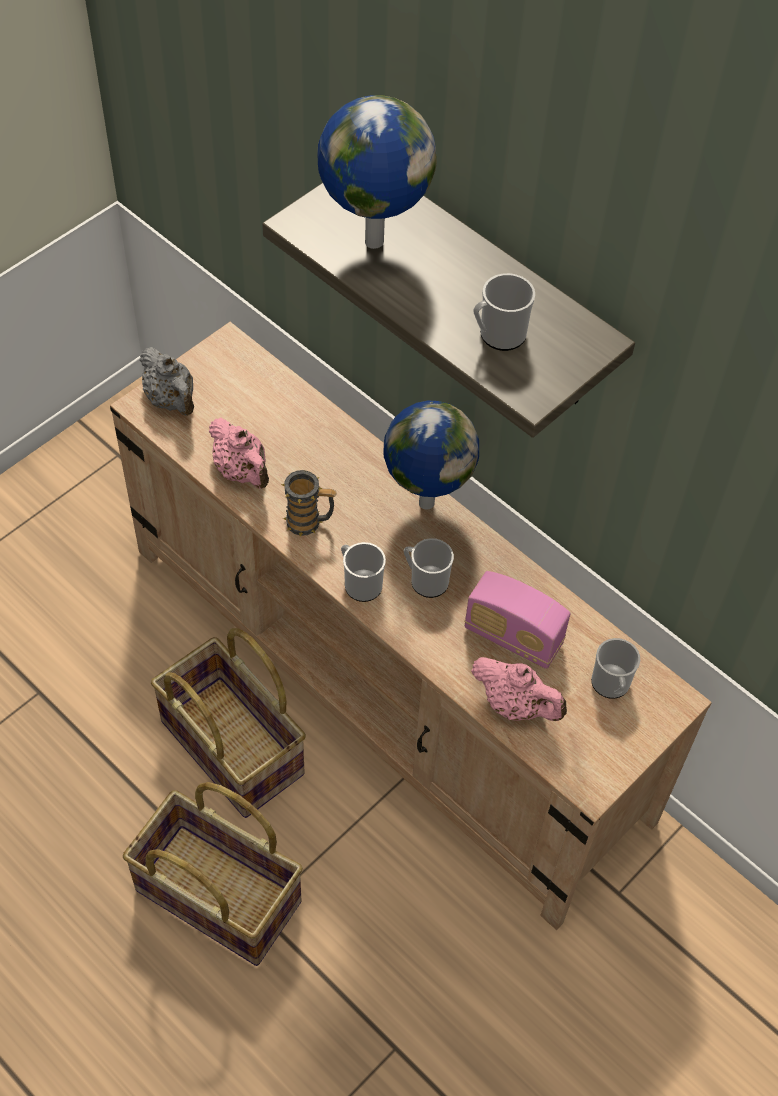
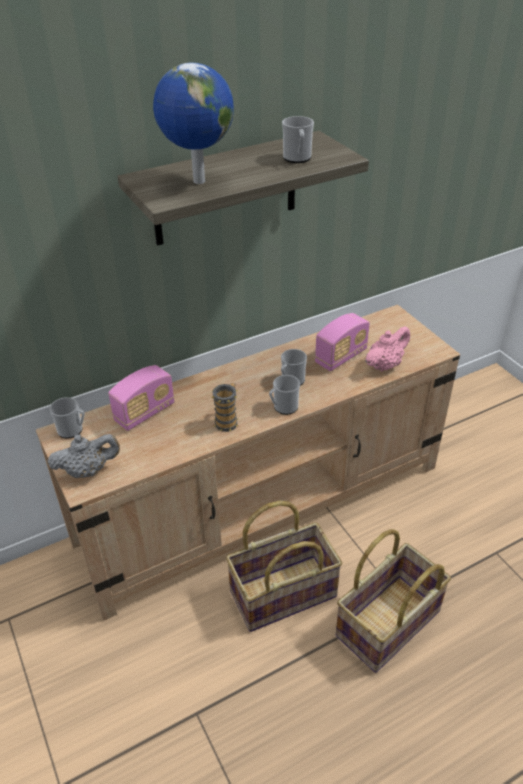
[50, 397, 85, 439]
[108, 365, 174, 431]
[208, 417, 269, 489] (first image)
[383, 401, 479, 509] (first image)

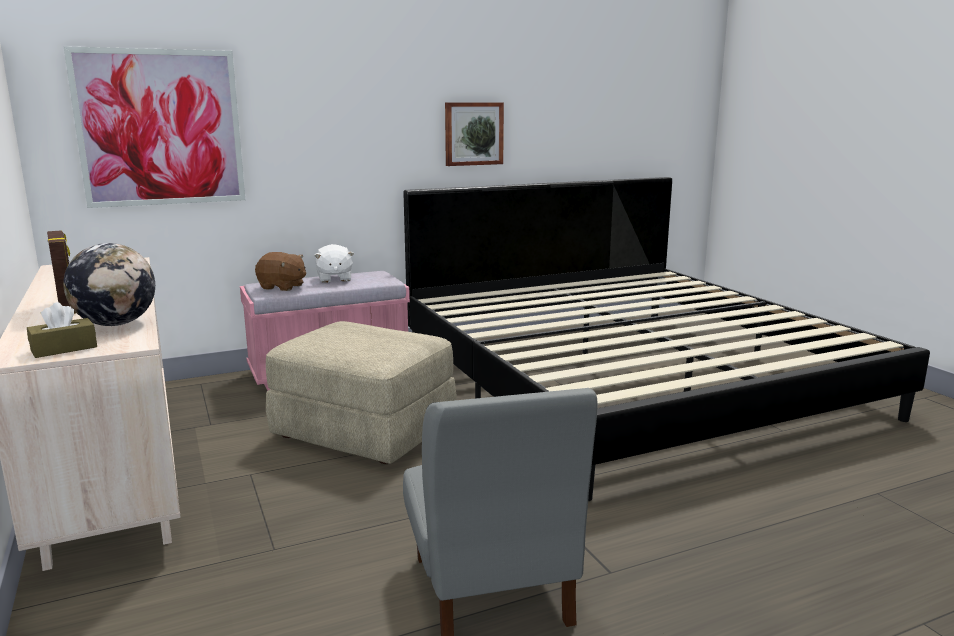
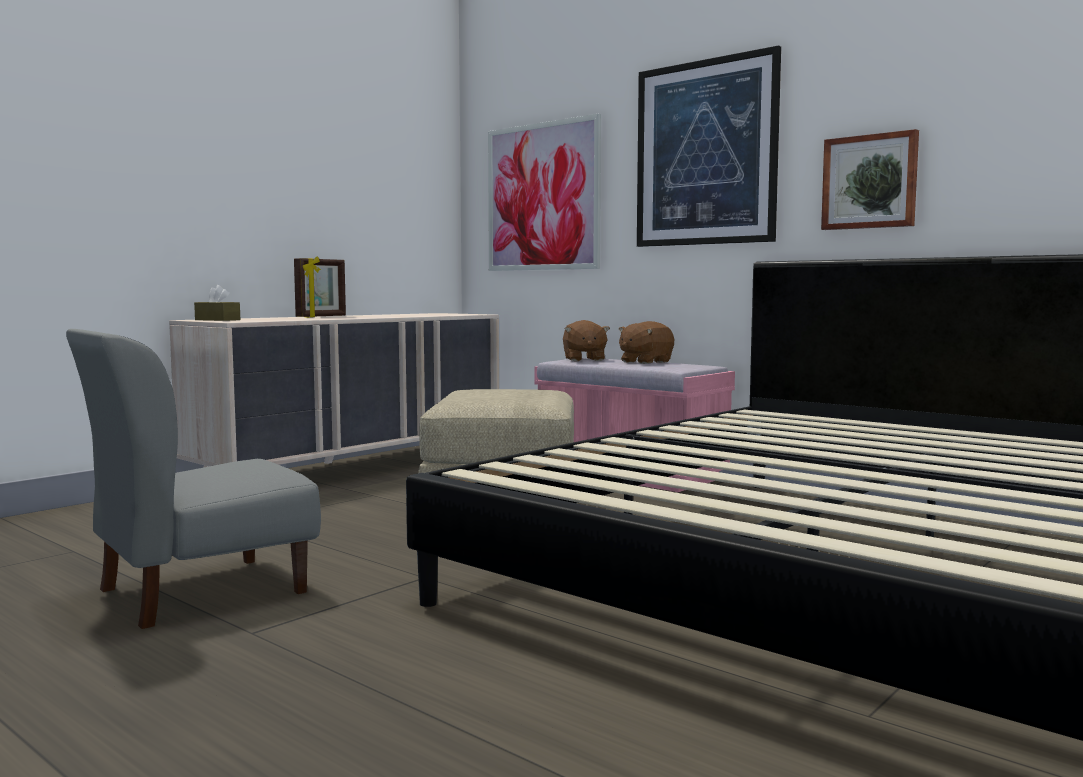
[619, 321, 674, 364]
[637, 45, 781, 247]
[63, 243, 155, 326] (first image)

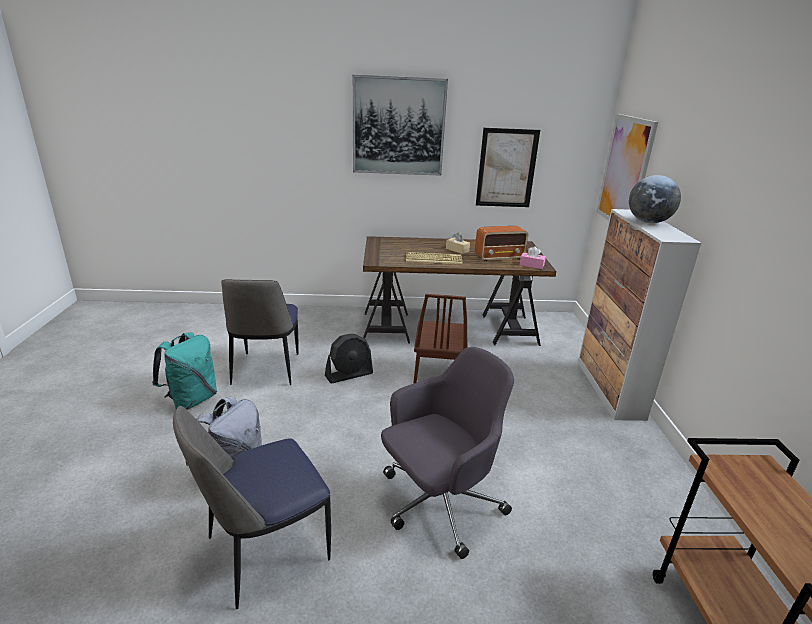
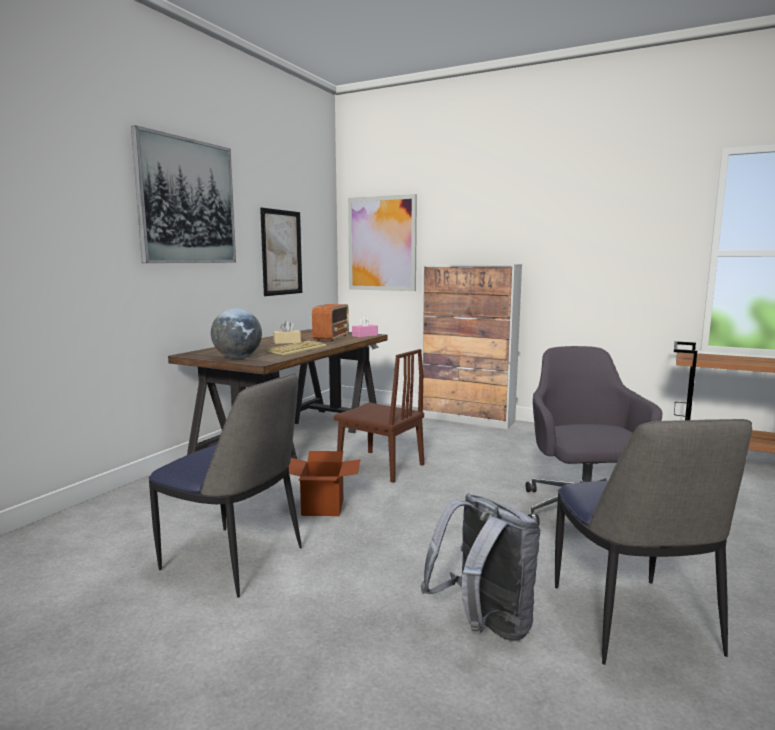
[211, 308, 262, 358]
[289, 451, 361, 516]
[152, 332, 217, 410] (first image)

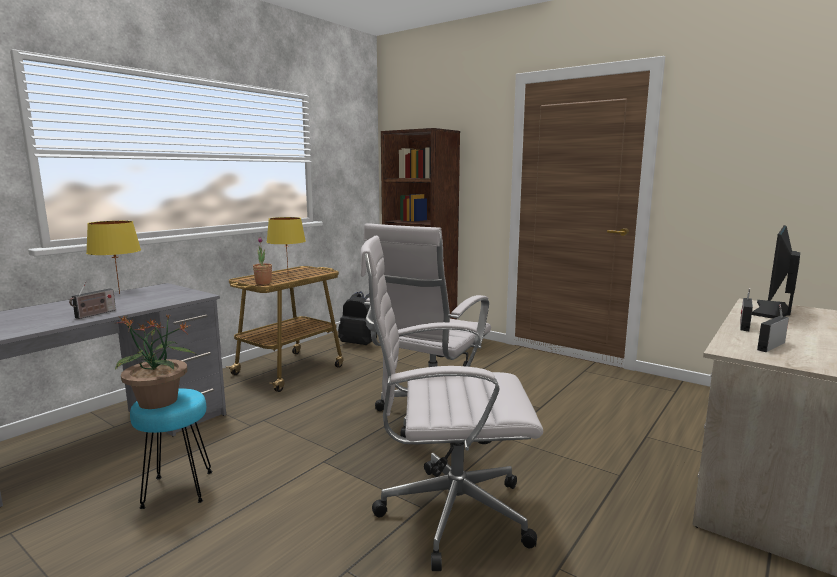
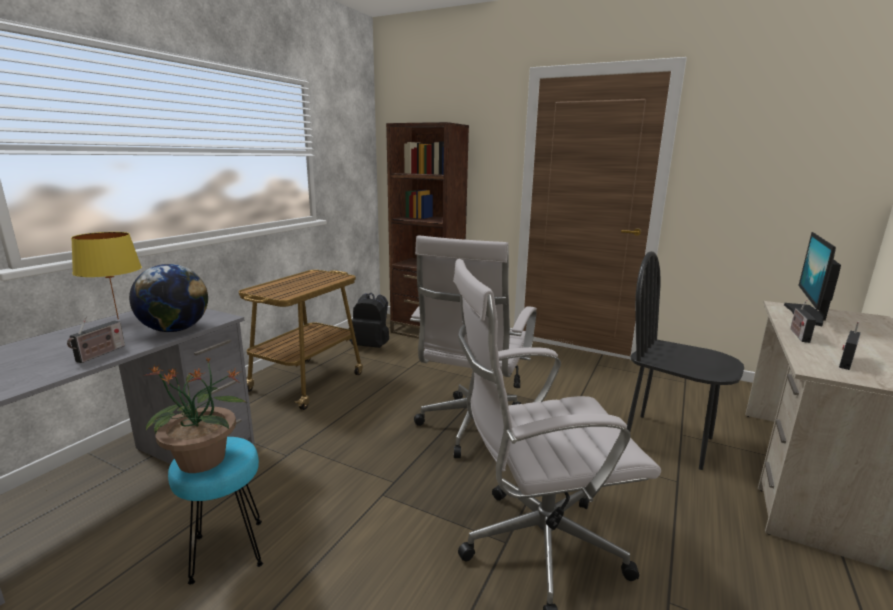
[129, 264, 208, 332]
[627, 251, 744, 470]
[253, 237, 272, 285] (first image)
[266, 217, 306, 269] (first image)

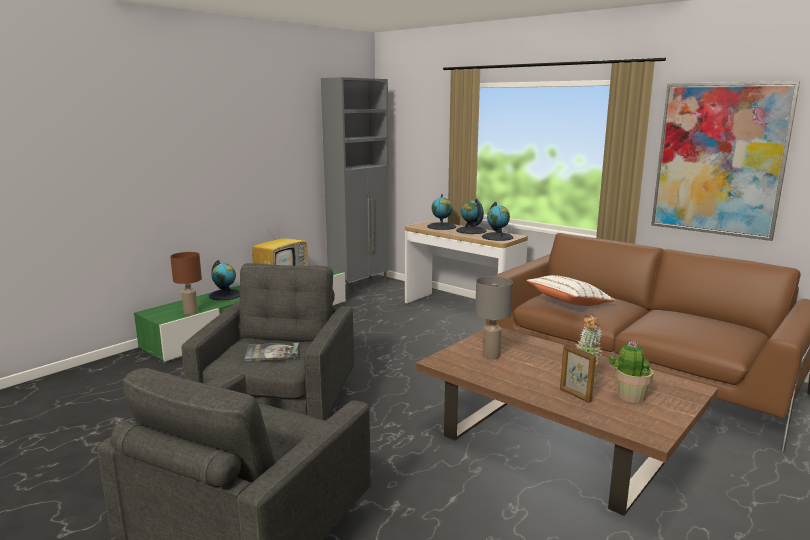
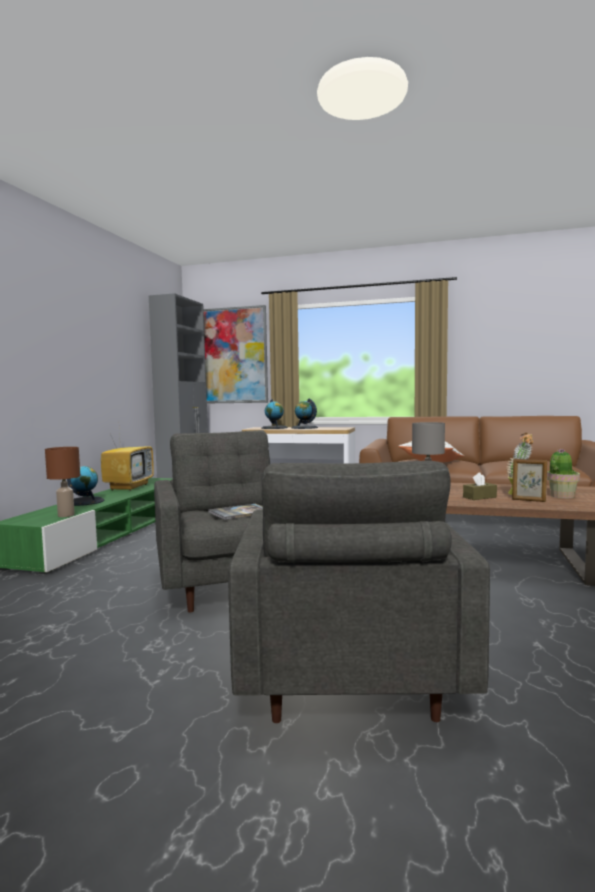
[204, 305, 268, 403]
[463, 472, 497, 500]
[482, 202, 513, 241] (first image)

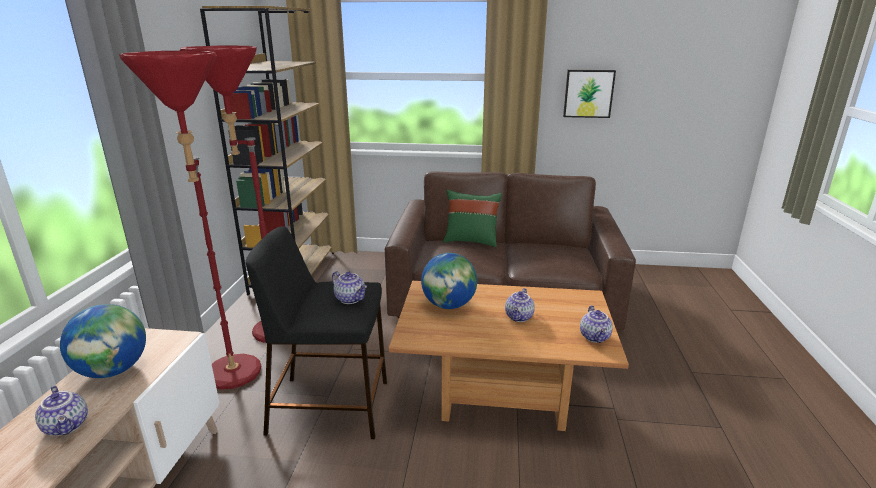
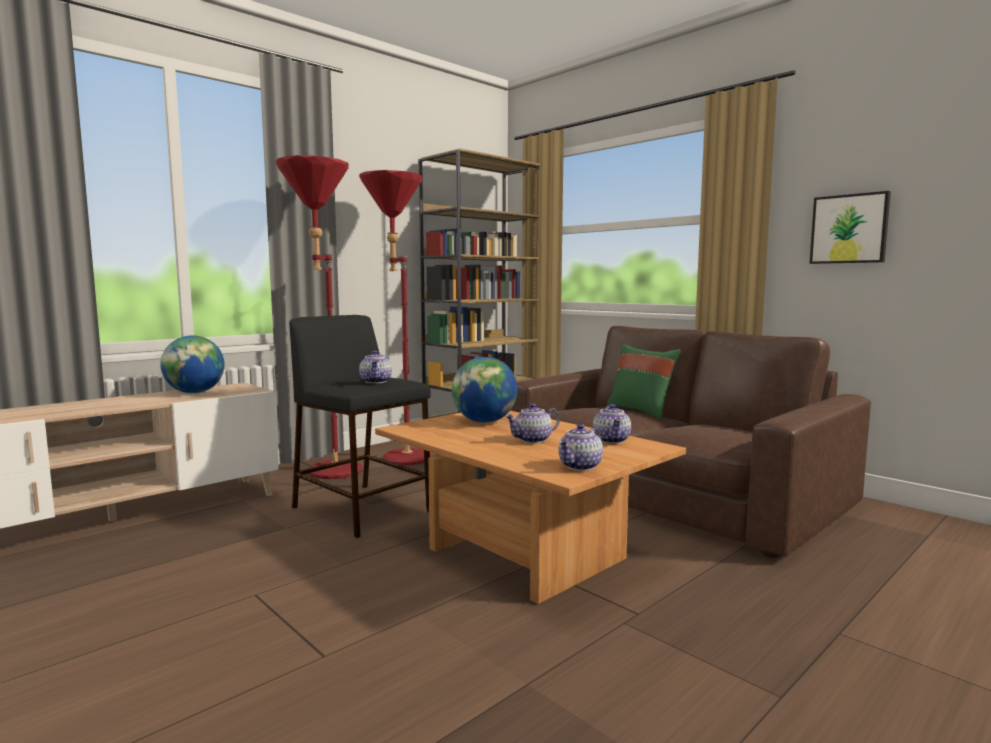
[593, 404, 631, 444]

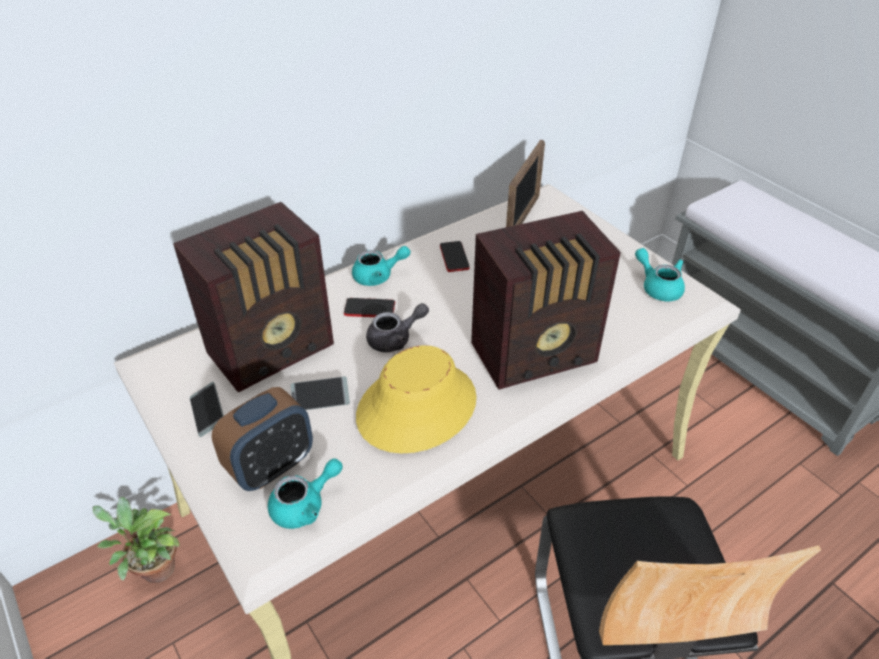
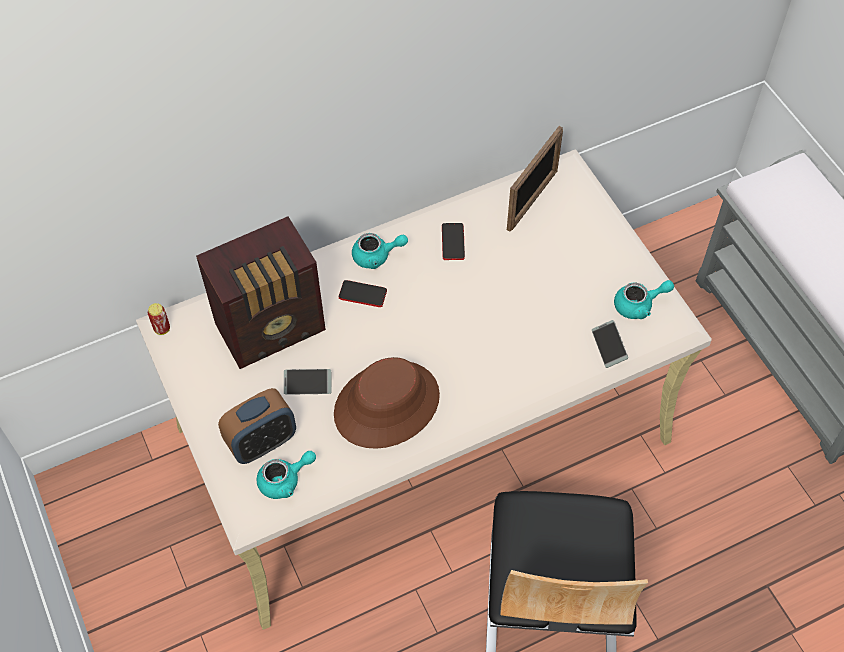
[148, 303, 170, 335]
[334, 357, 440, 449]
[592, 320, 628, 368]
[614, 280, 674, 319]
[93, 497, 179, 583] (first image)
[366, 303, 429, 352] (first image)
[471, 211, 621, 390] (first image)

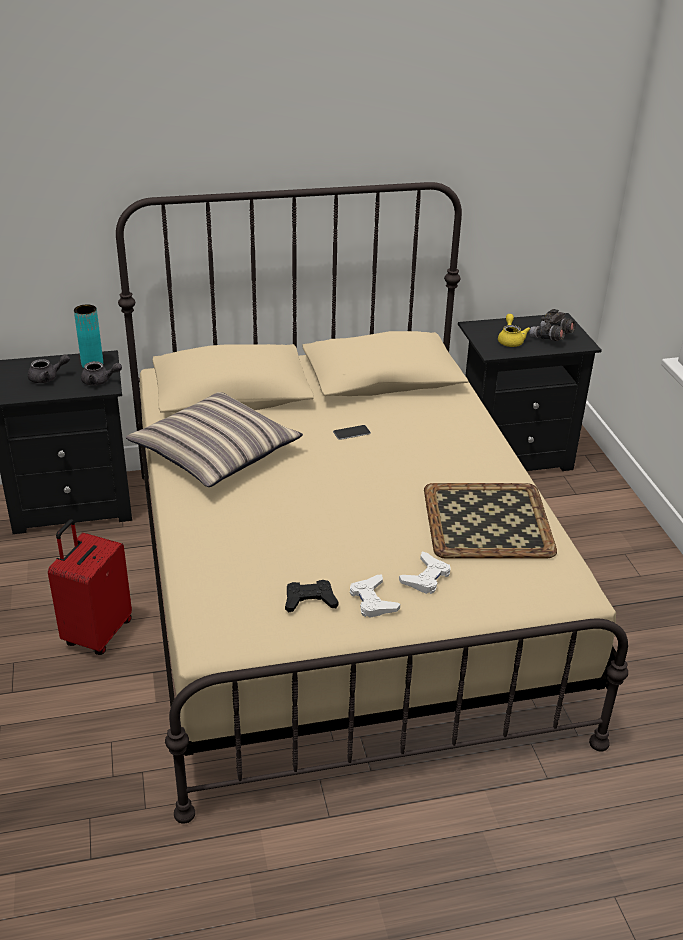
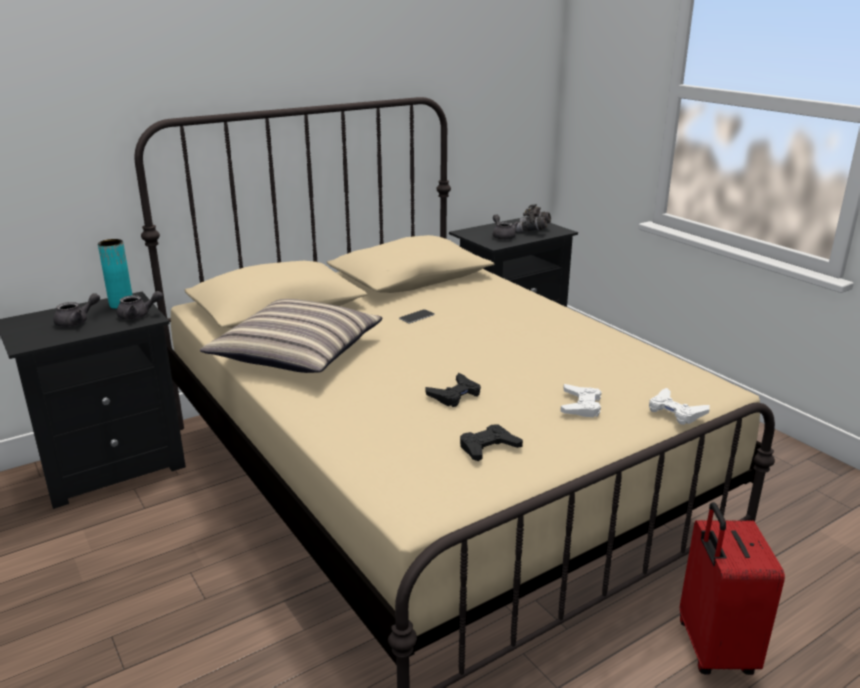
[426, 373, 481, 407]
[492, 214, 518, 240]
[649, 388, 710, 425]
[680, 502, 785, 675]
[424, 483, 557, 559] (first image)

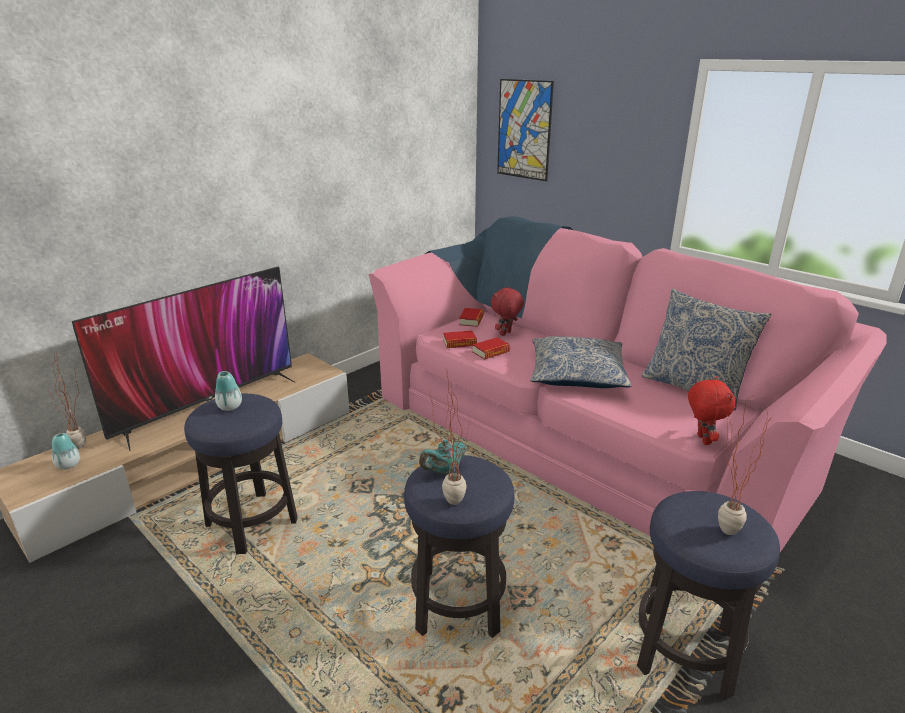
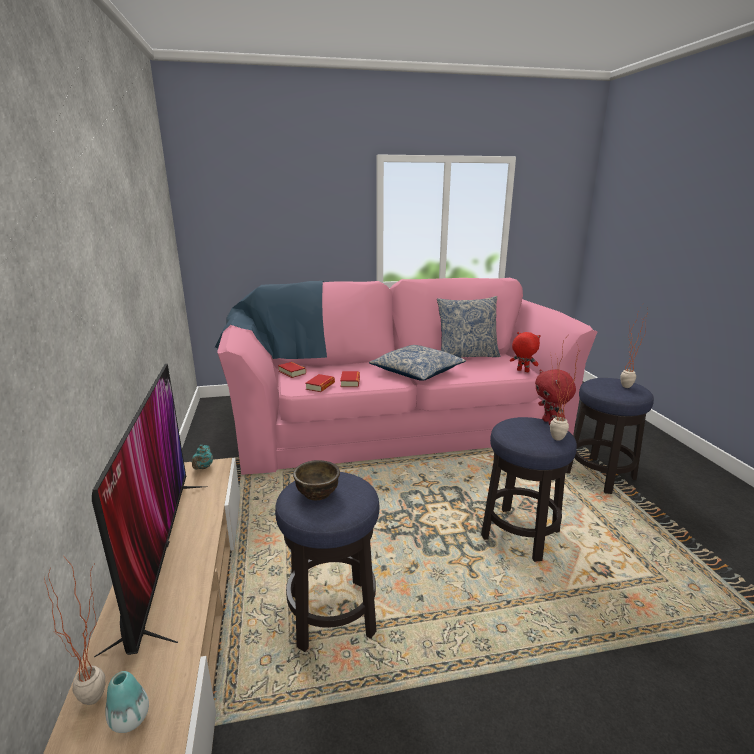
[192, 445, 213, 470]
[293, 460, 340, 500]
[535, 369, 576, 425]
[497, 79, 554, 181] (first image)

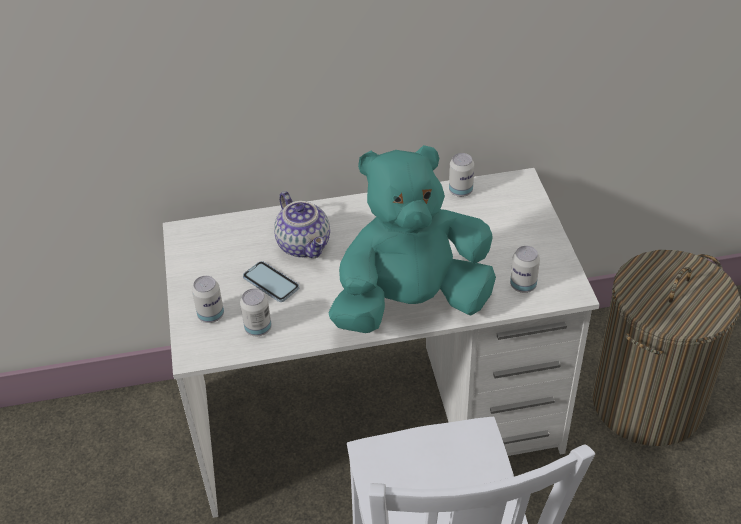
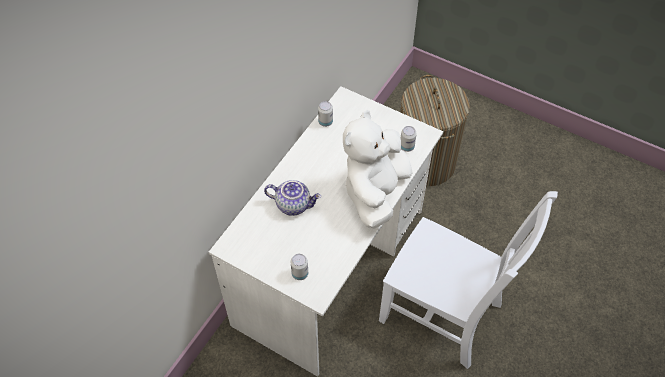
[343, 110, 412, 229]
[240, 288, 272, 336] (first image)
[243, 261, 299, 302] (first image)

